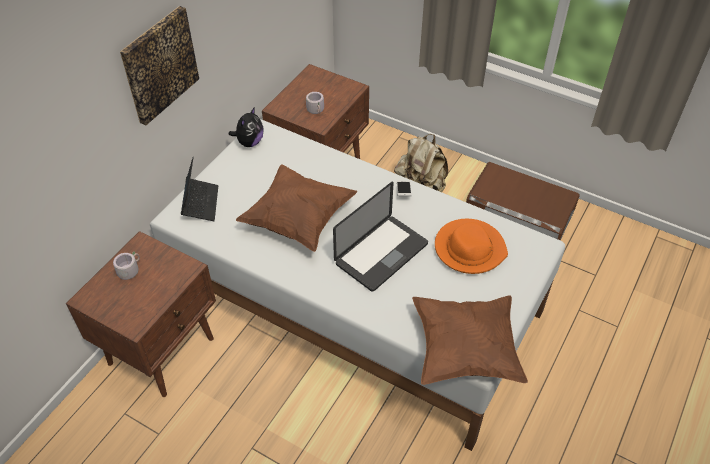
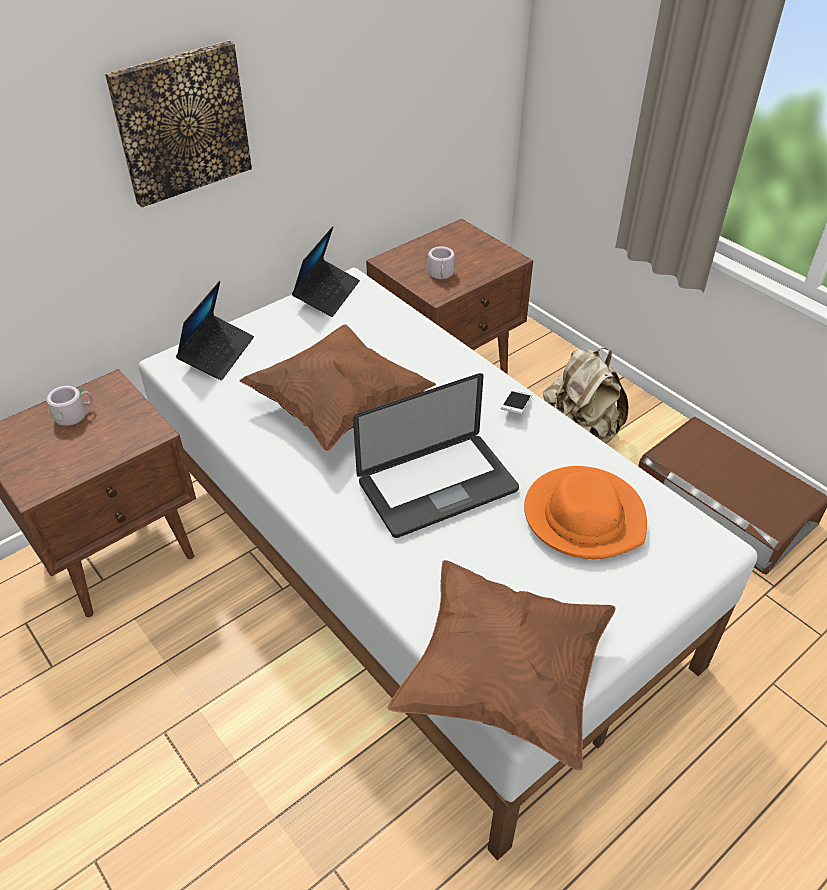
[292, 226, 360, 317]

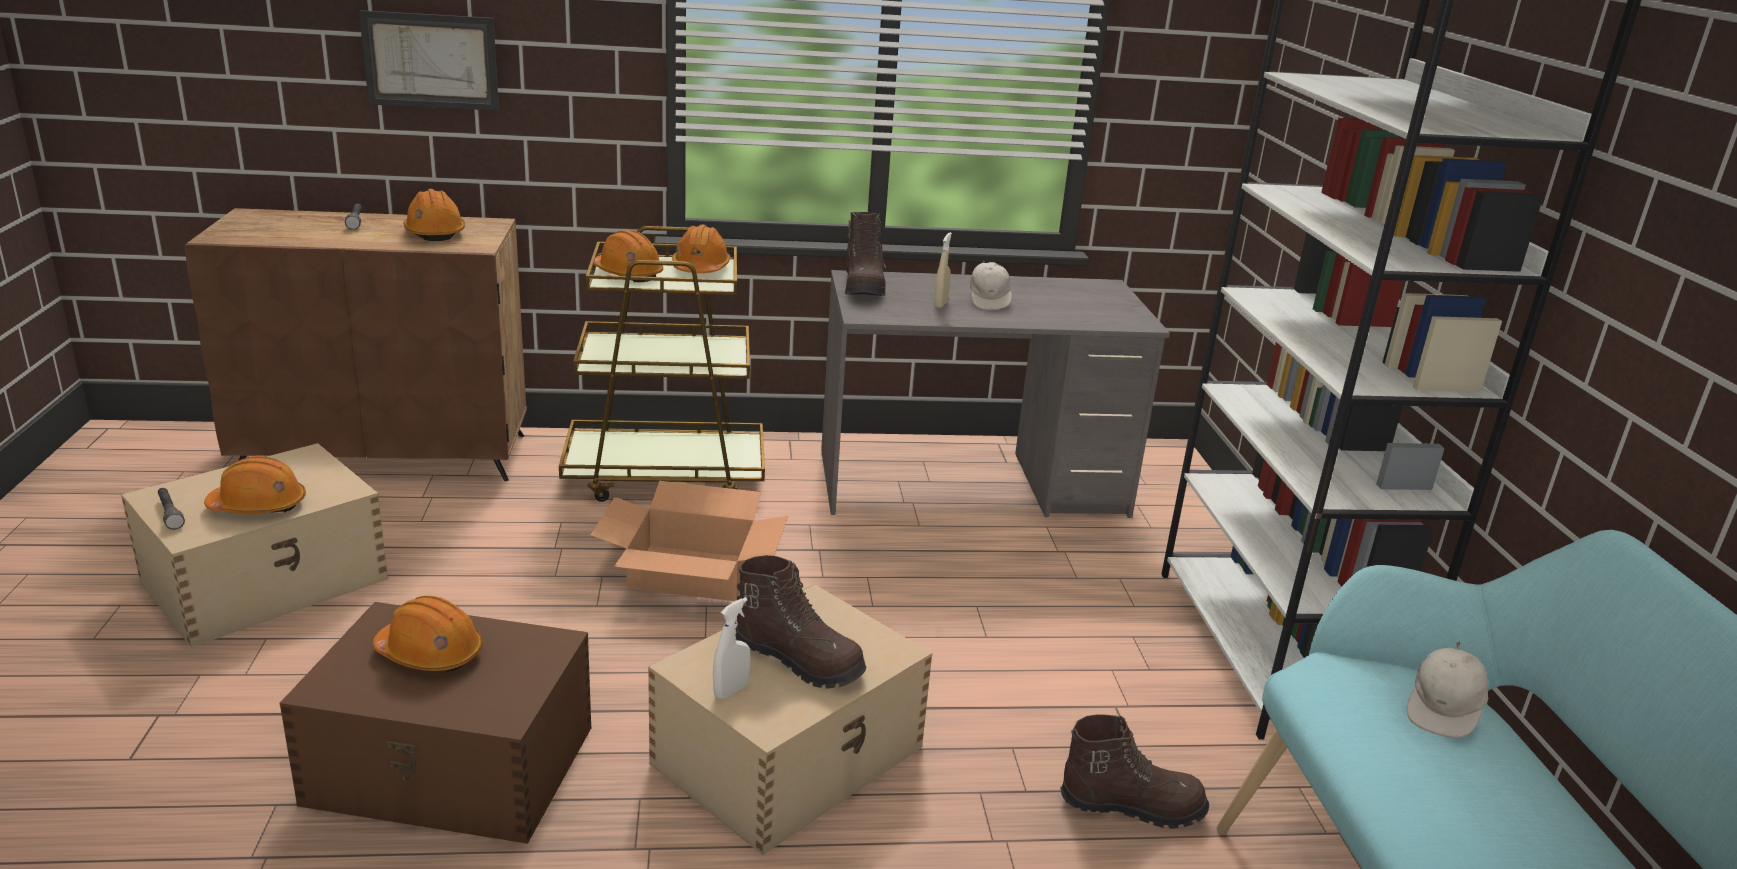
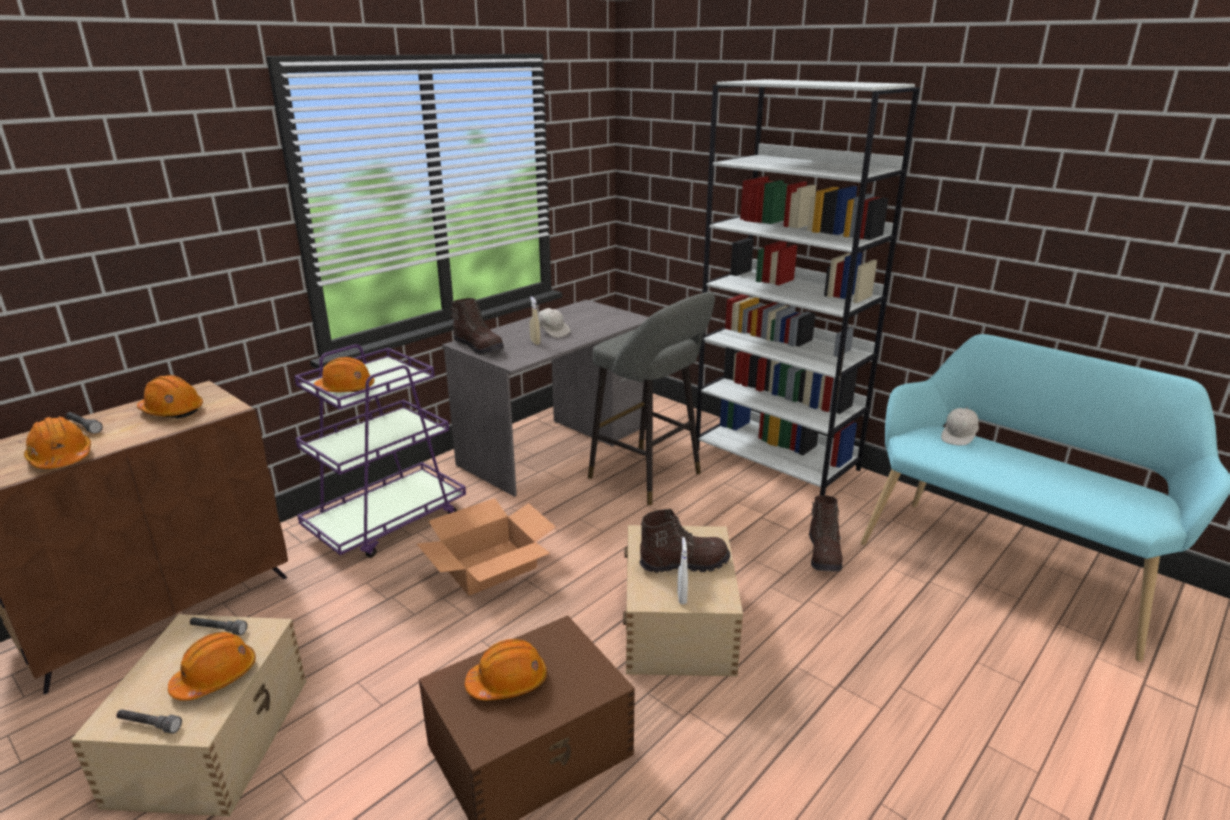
[24, 417, 91, 469]
[190, 617, 247, 635]
[294, 344, 466, 558]
[588, 292, 715, 505]
[809, 495, 843, 572]
[941, 407, 979, 445]
[359, 10, 499, 111] (first image)

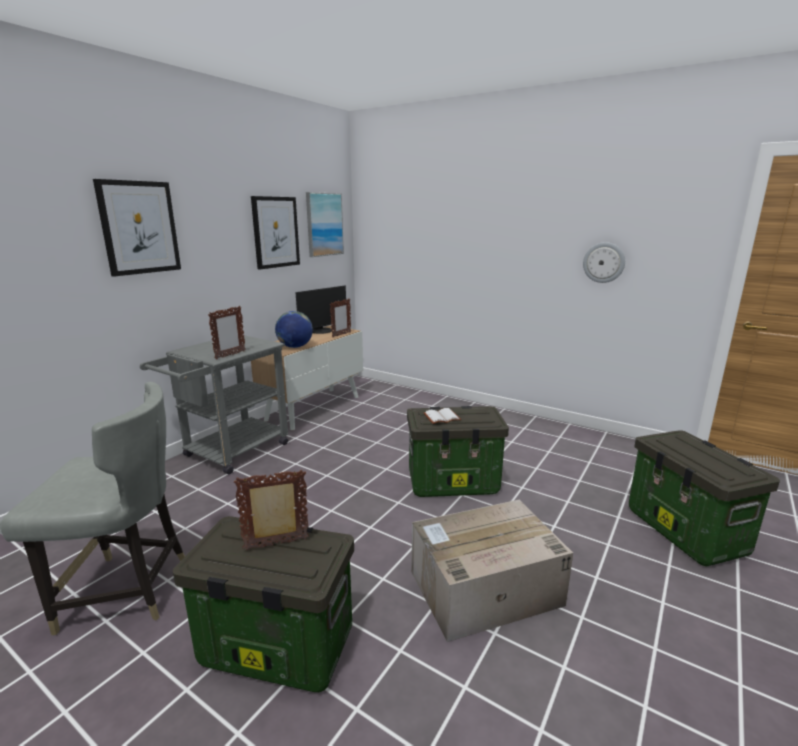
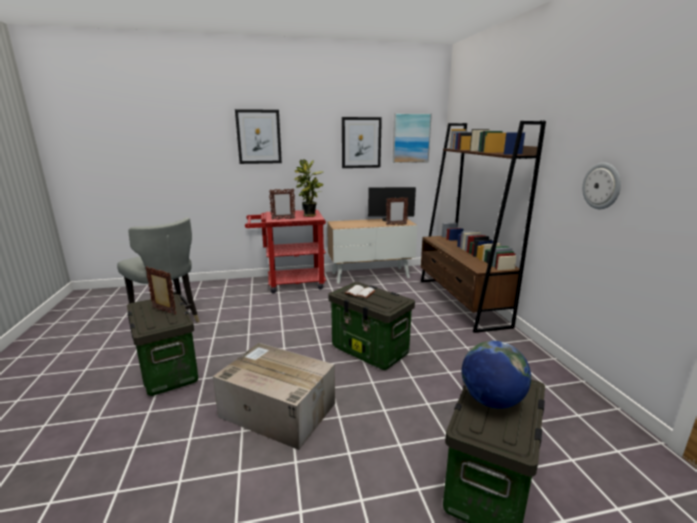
[245, 210, 326, 293]
[294, 160, 324, 217]
[421, 121, 546, 333]
[462, 341, 531, 409]

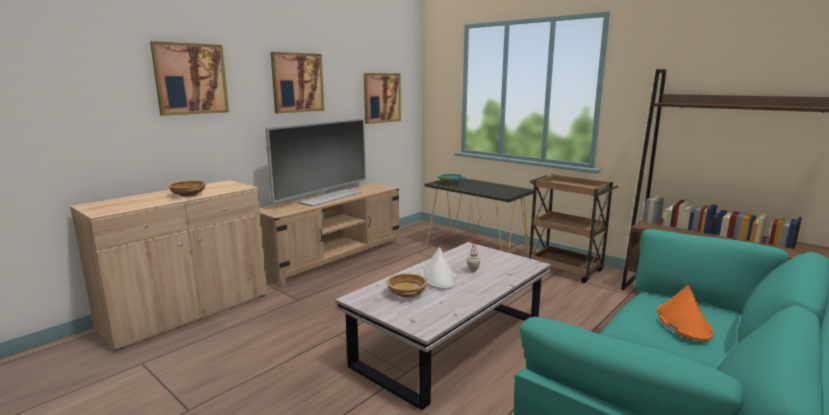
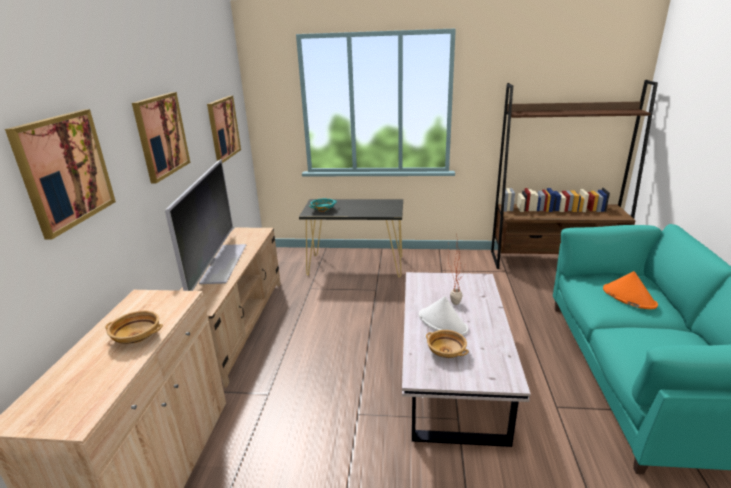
[529, 174, 618, 283] (first image)

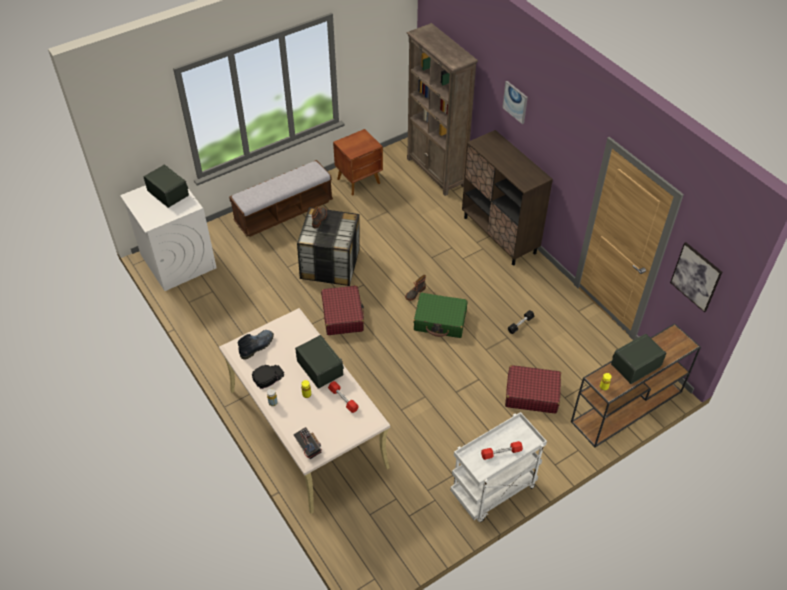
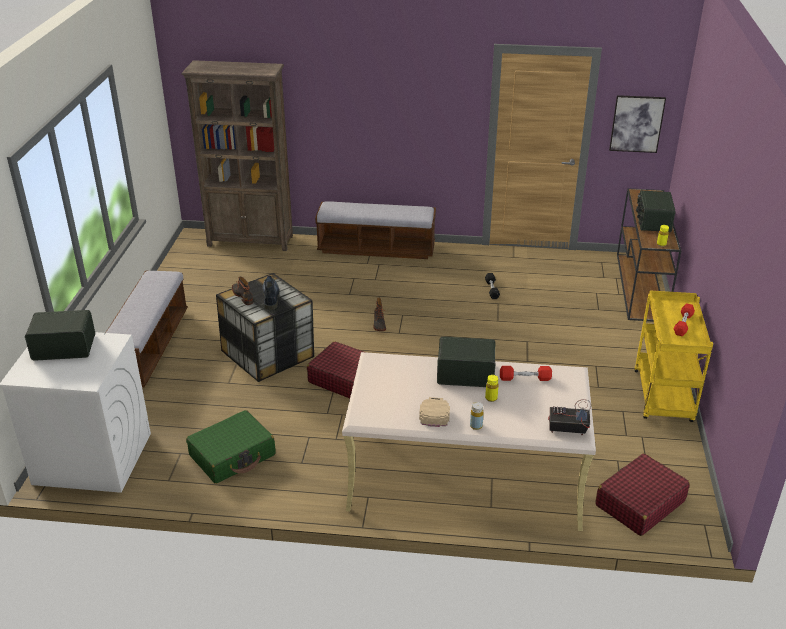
[186, 410, 276, 484]
[262, 276, 280, 310]
[315, 201, 436, 259]
[419, 397, 450, 427]
[595, 453, 690, 536]
[634, 291, 713, 422]
[333, 129, 383, 195] (first image)
[502, 81, 528, 124] (first image)

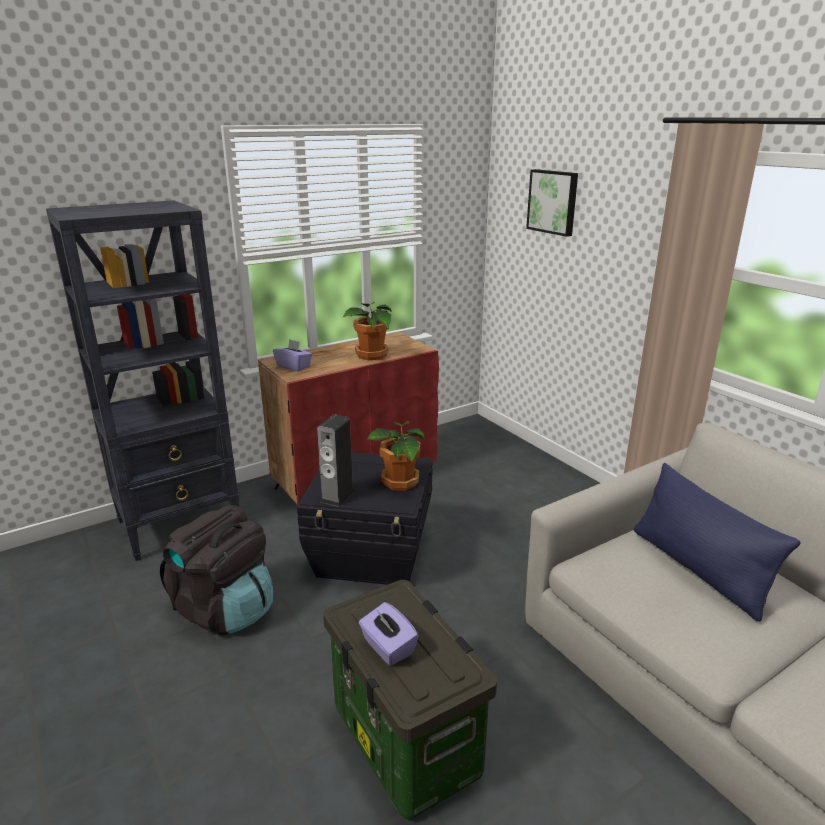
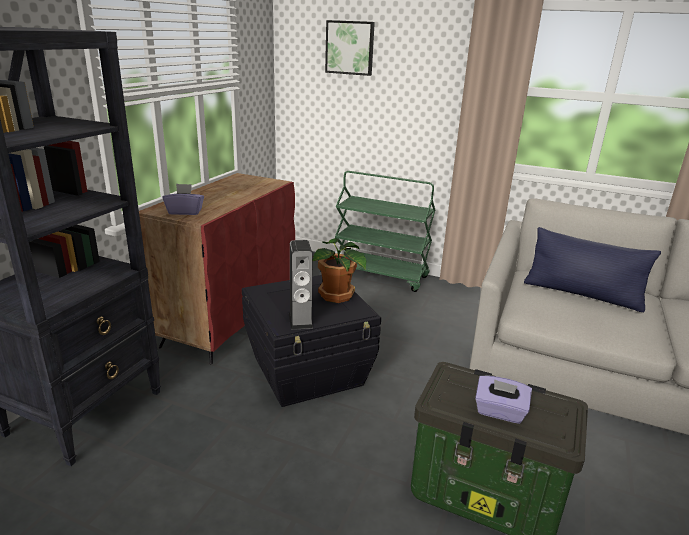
[335, 171, 435, 292]
[160, 505, 273, 635] (first image)
[343, 302, 392, 360] (first image)

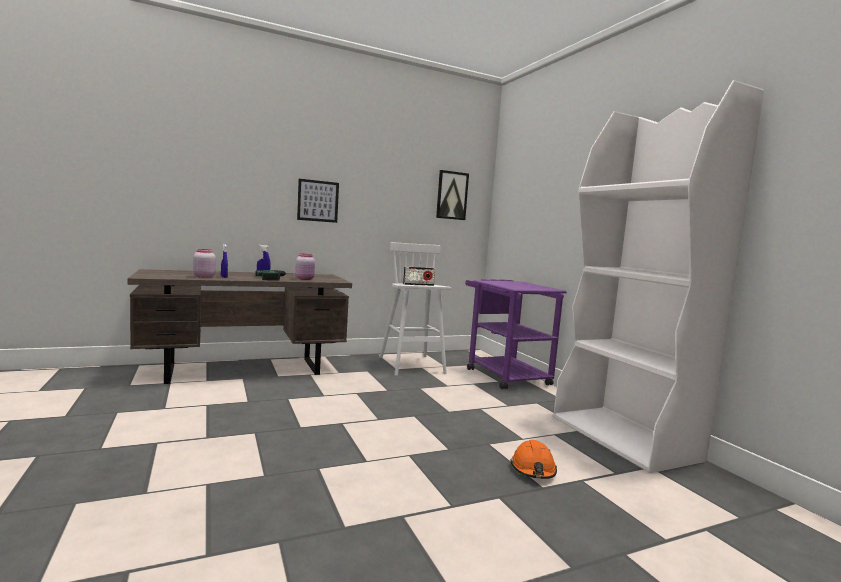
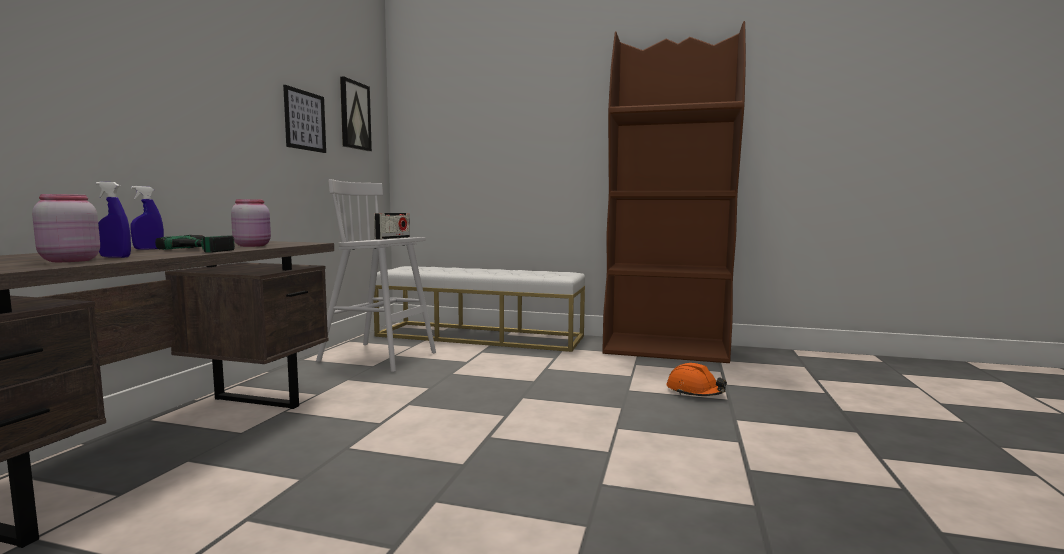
[283, 85, 326, 153]
[373, 266, 585, 352]
[602, 21, 746, 363]

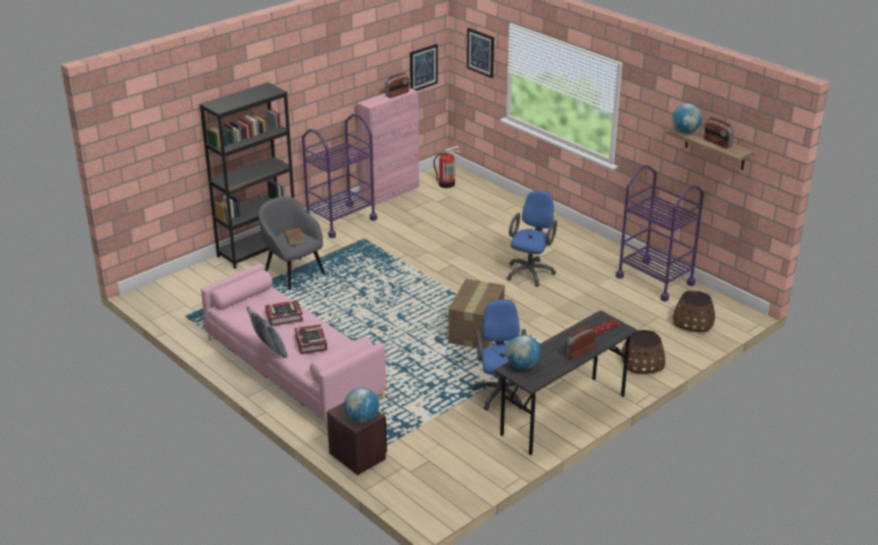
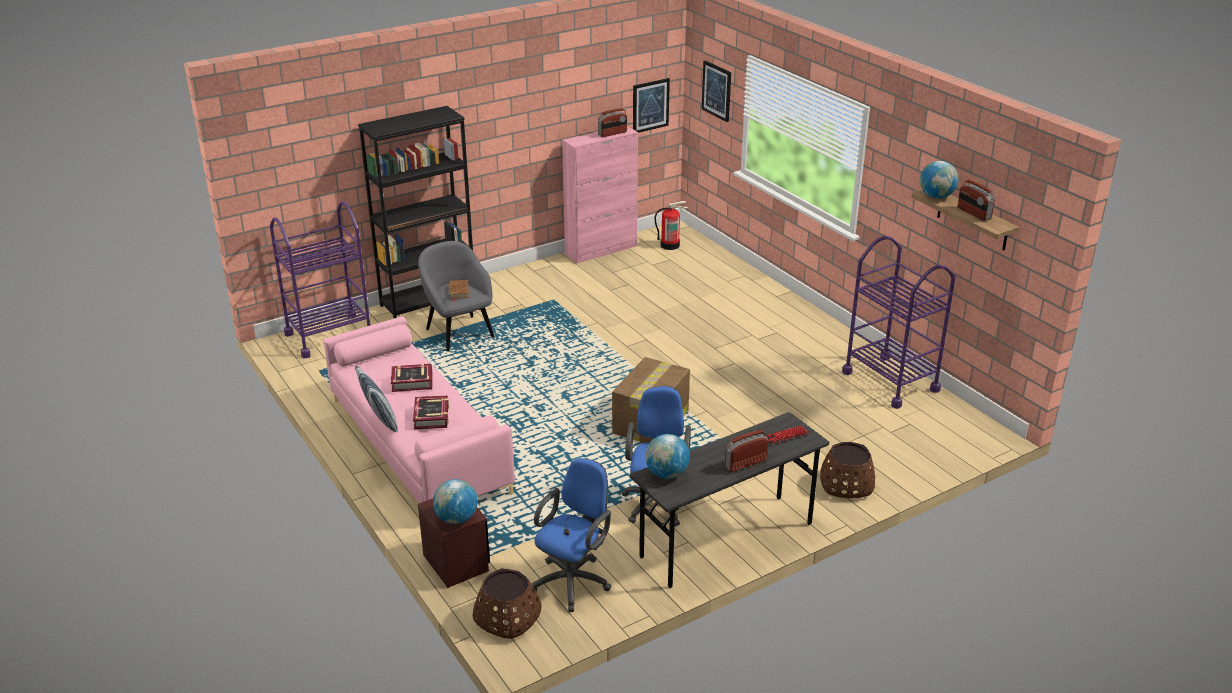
[270, 201, 370, 358]
[472, 568, 542, 639]
[533, 458, 611, 612]

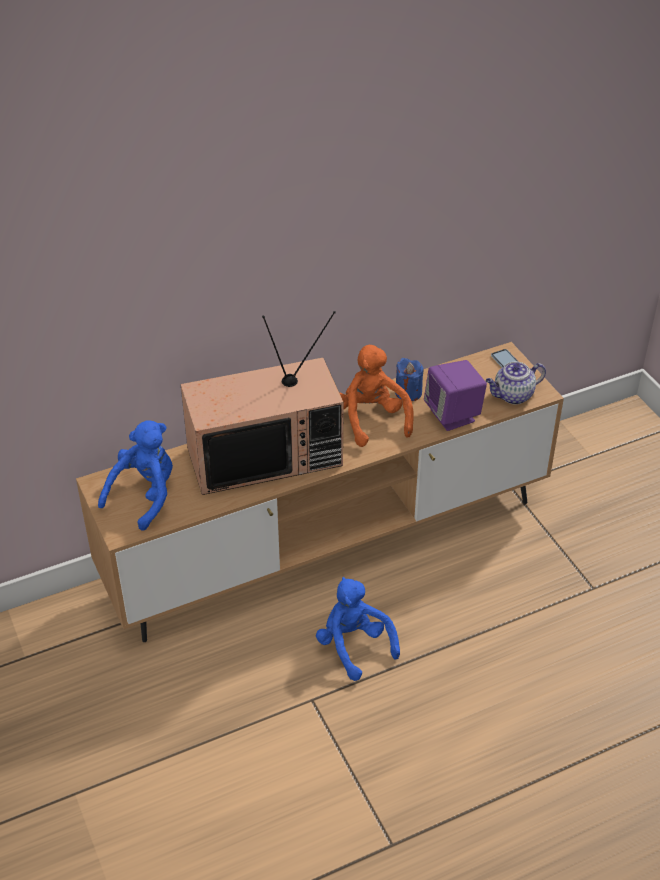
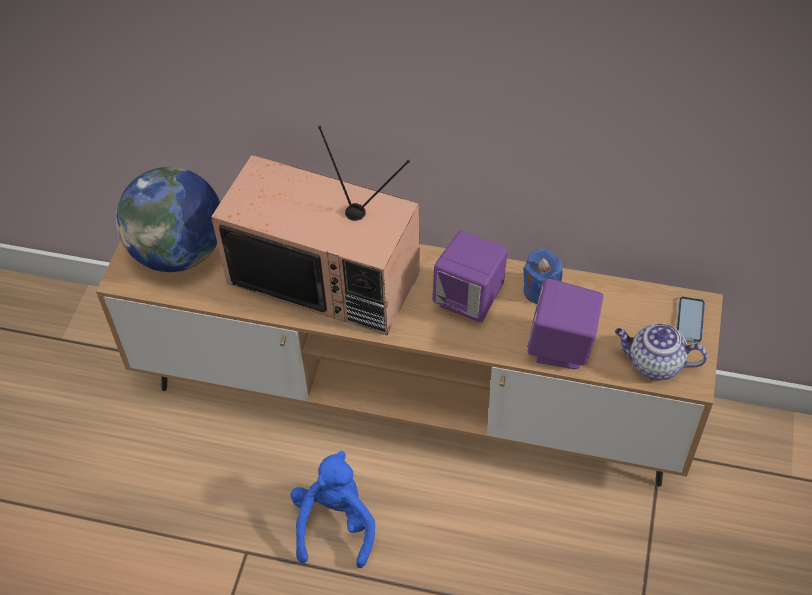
[116, 167, 220, 272]
[432, 231, 508, 323]

